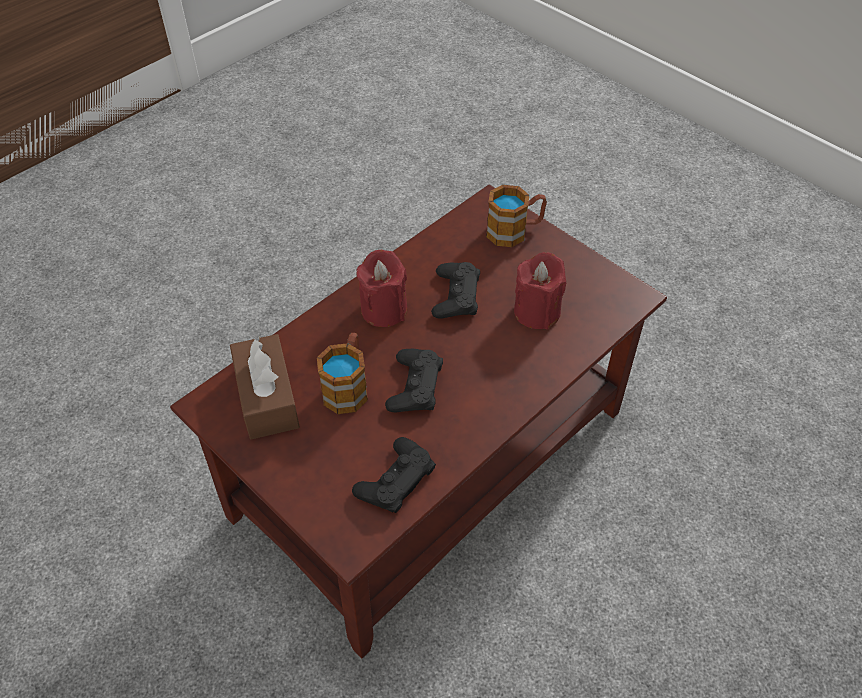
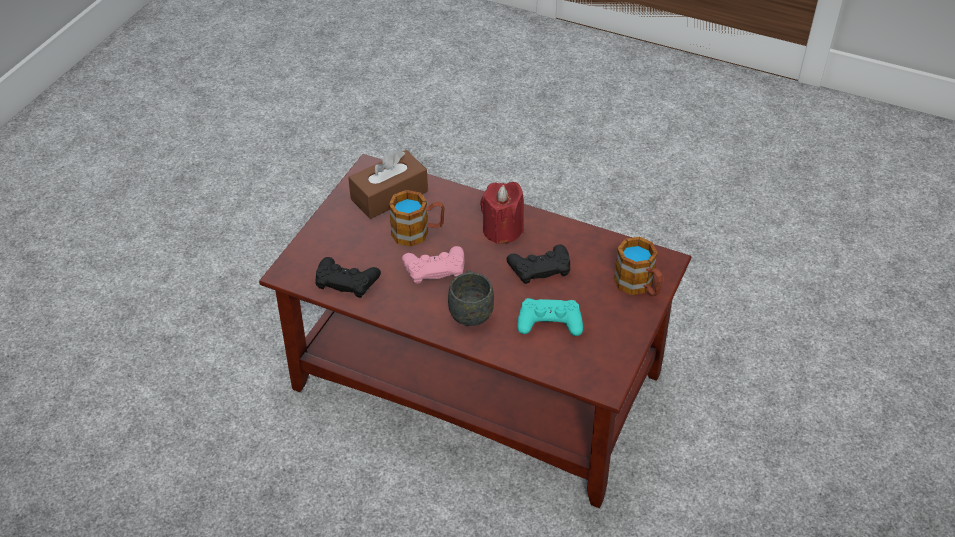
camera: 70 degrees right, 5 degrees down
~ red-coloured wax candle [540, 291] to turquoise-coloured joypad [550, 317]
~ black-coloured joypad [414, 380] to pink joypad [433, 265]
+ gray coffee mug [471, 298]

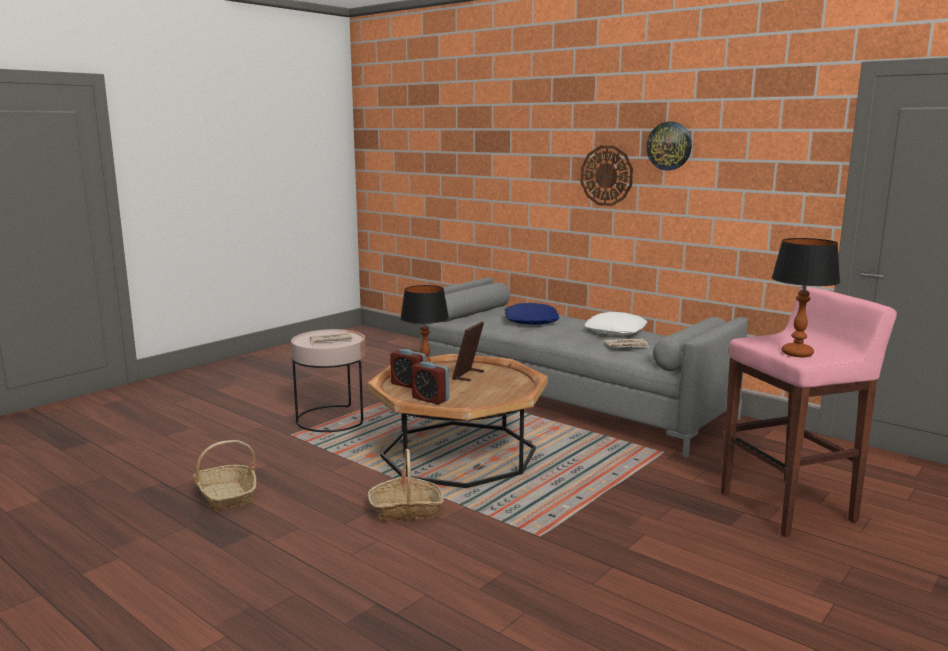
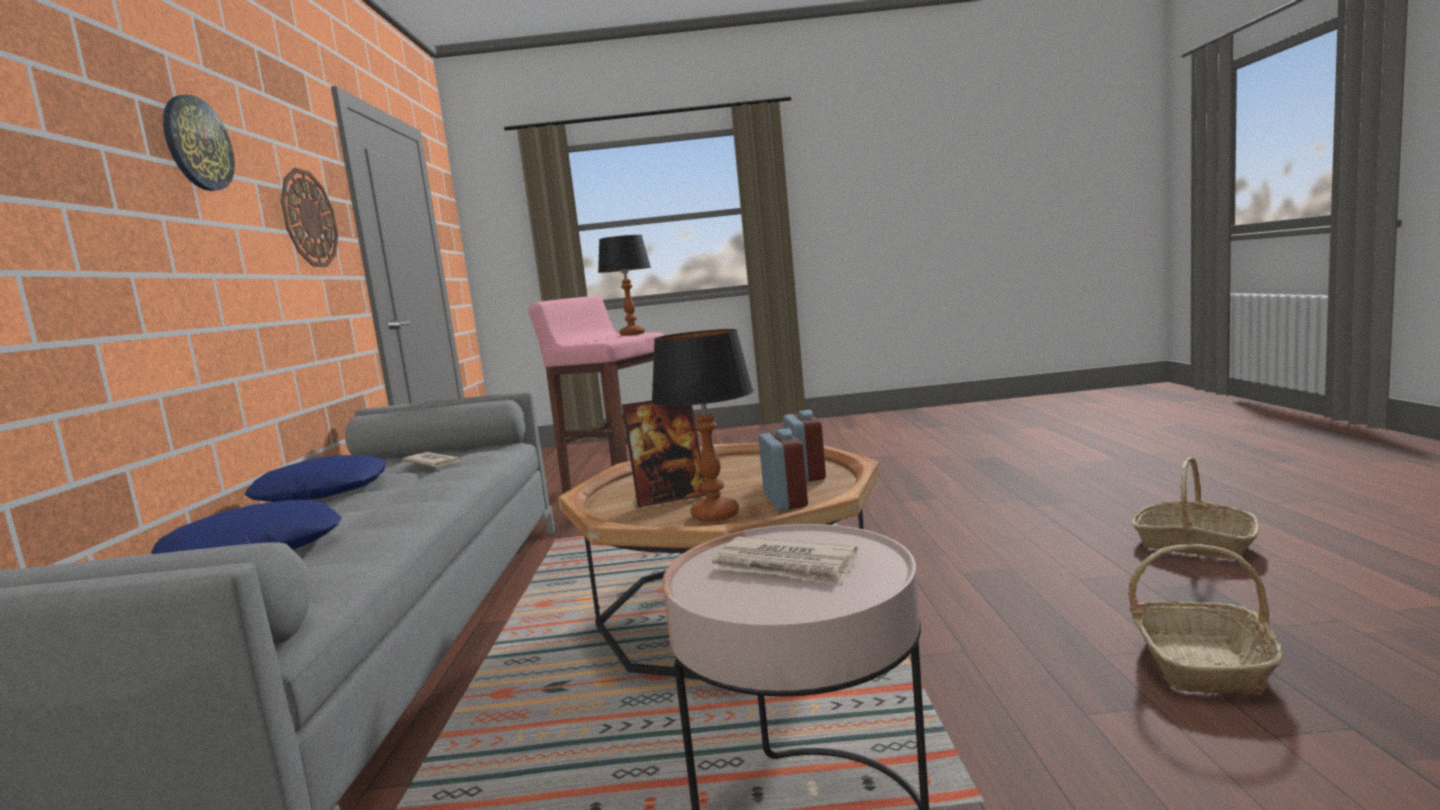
camera: 130 degrees left, 5 degrees down
~ wall clock [607, 176] to [309, 217]
~ white throw pillow [616, 323] to blue-coloured throw pillow [315, 478]
~ basket [406, 485] to [1195, 508]

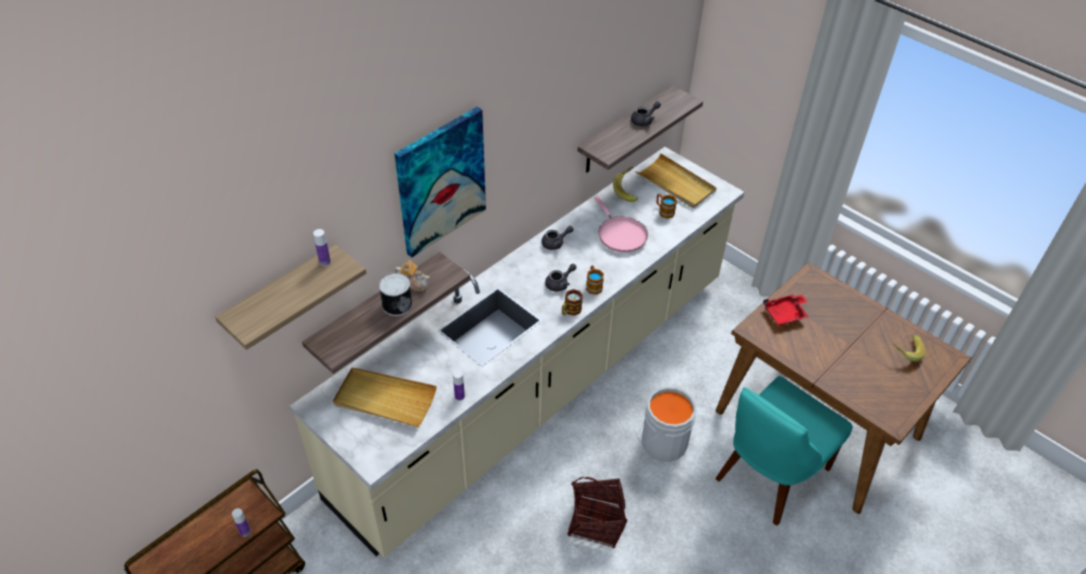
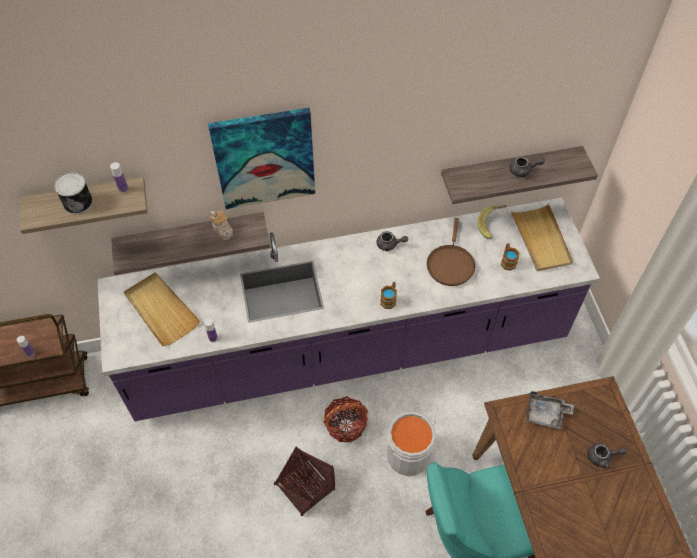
camera: 35 degrees right, 10 degrees up
~ beige kitchen base unit [517, 352] to purple-coloured kitchen base unit [348, 309]
~ pink skillet [621, 224] to brown skillet [451, 252]
~ gray tea pot [561, 278] to [607, 456]
~ sealed can [396, 294] to [73, 193]
- coffee mug [572, 302]
~ red-coloured serving tray [786, 310] to gray serving tray [550, 410]
- banana fruit [909, 348]
+ basket [345, 419]

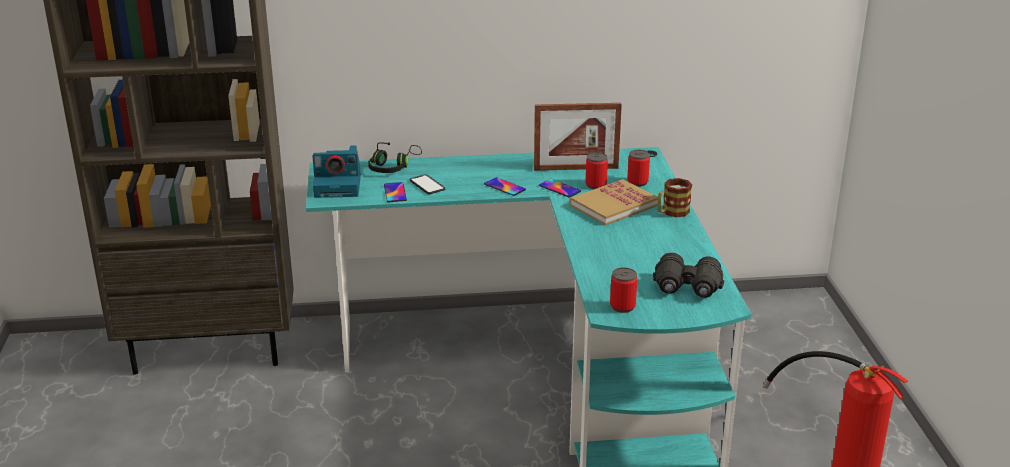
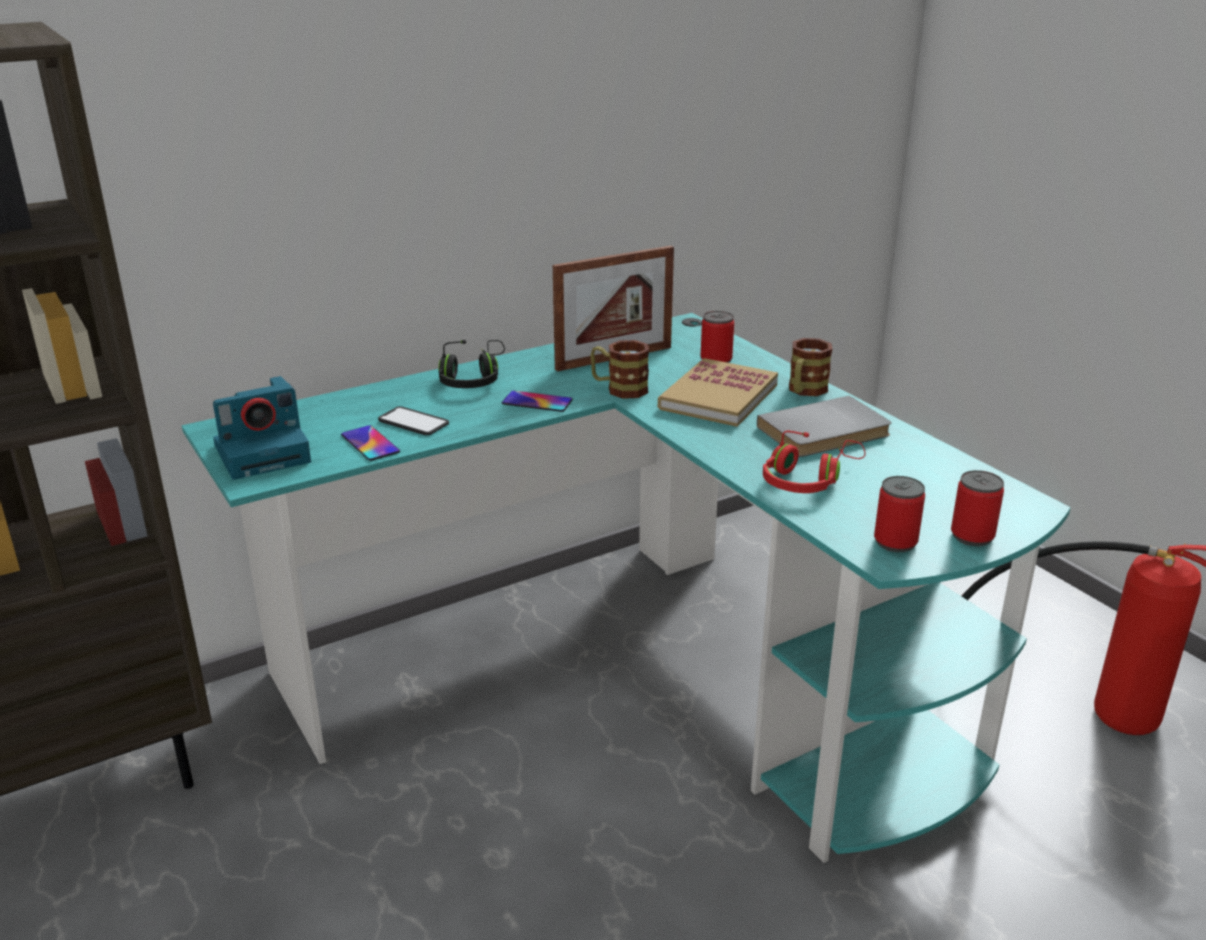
camera: 25 degrees left, 0 degrees up
~ black-coloured pair of headphones [395, 157] to [472, 364]
~ sealed can [597, 170] to [977, 508]
~ handset [560, 188] to coffee mug [620, 369]
- black-coloured binoculars [688, 275]
+ gray volume [824, 426]
+ red-coloured pair of headphones [814, 462]

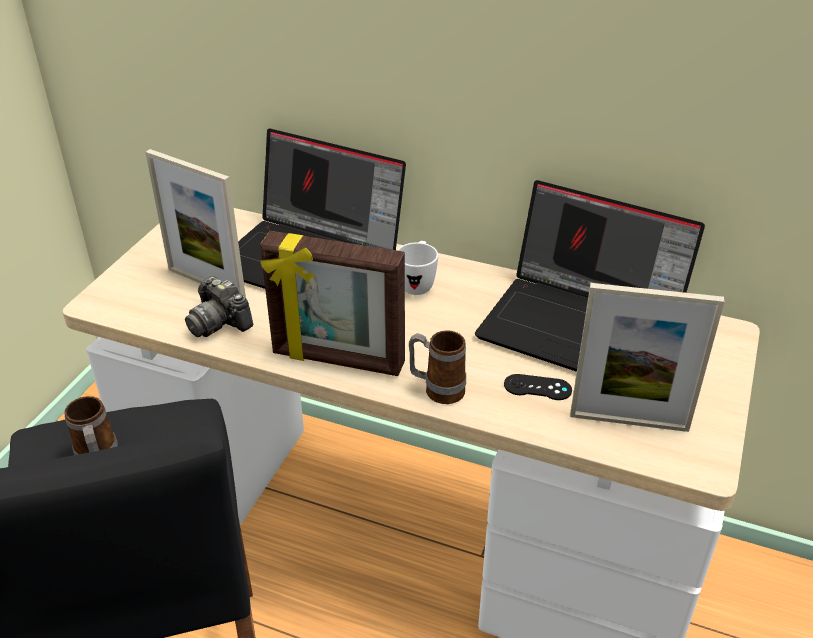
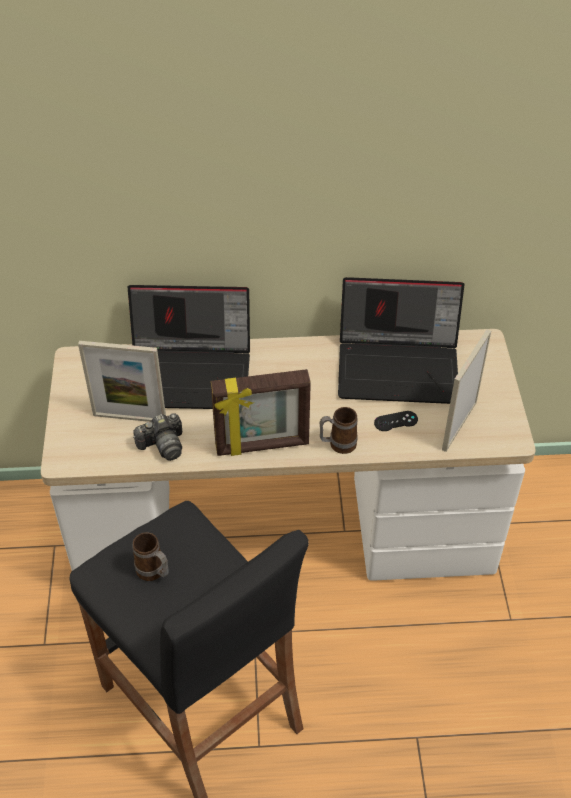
camera: 25 degrees left, 10 degrees up
- white coffee mug [417, 268]
~ still camera [219, 306] = [157, 437] 45 degrees counterclockwise
~ picture frame [647, 357] = [466, 390] 135 degrees clockwise

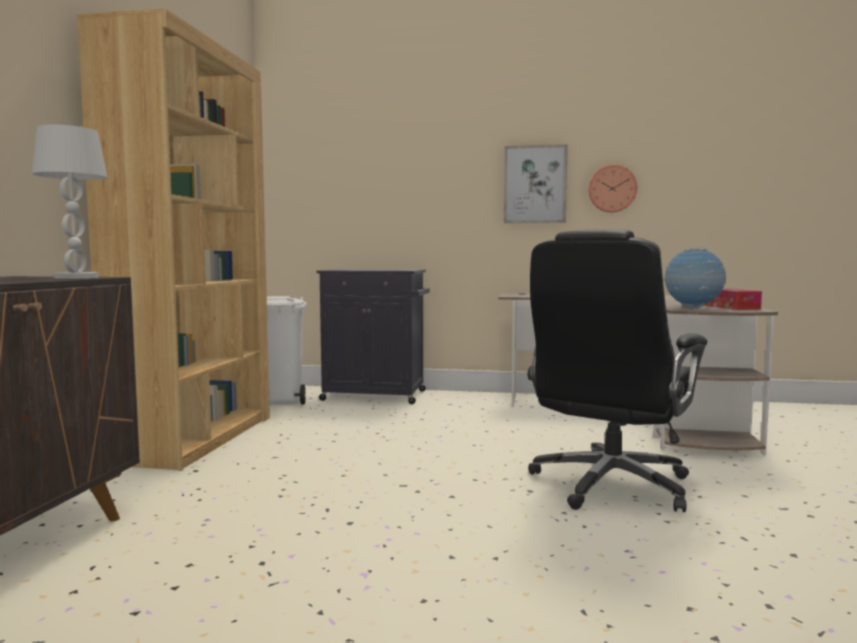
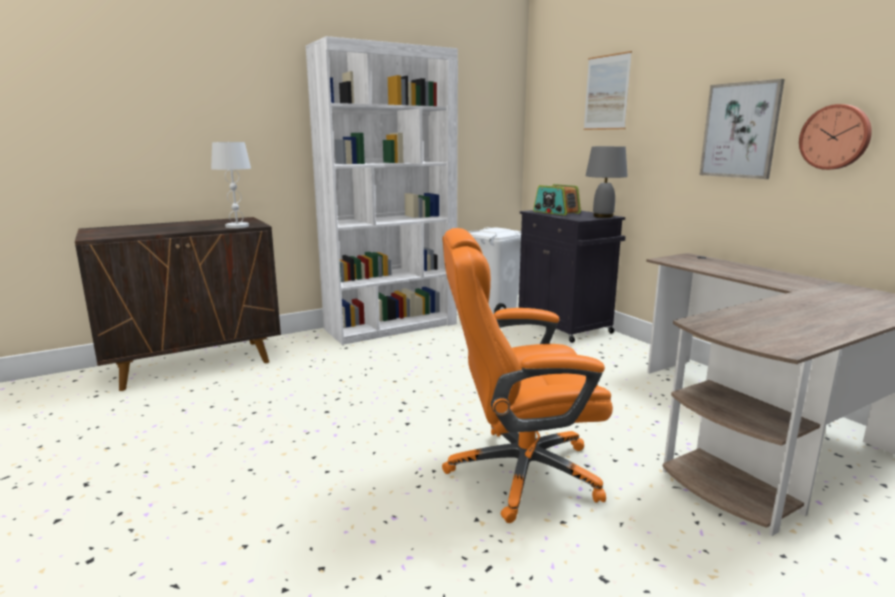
camera: 50 degrees right, 10 degrees up
~ brown shelving unit [173, 239] to white shelving unit [382, 190]
~ black-coloured office chair [617, 370] to orangey office chair [527, 375]
- world globe [694, 278]
- tissue box [733, 299]
+ wall picture [608, 90]
+ gray tabletop lamp [606, 182]
+ radio [557, 199]

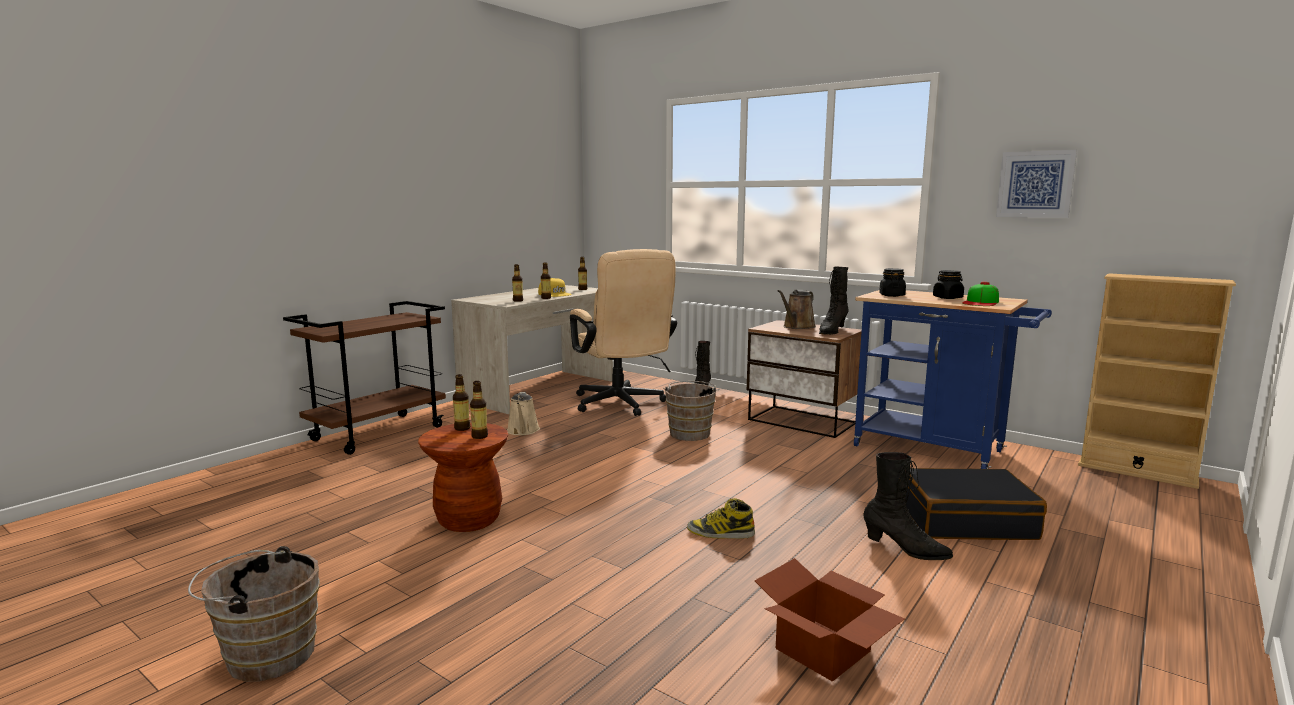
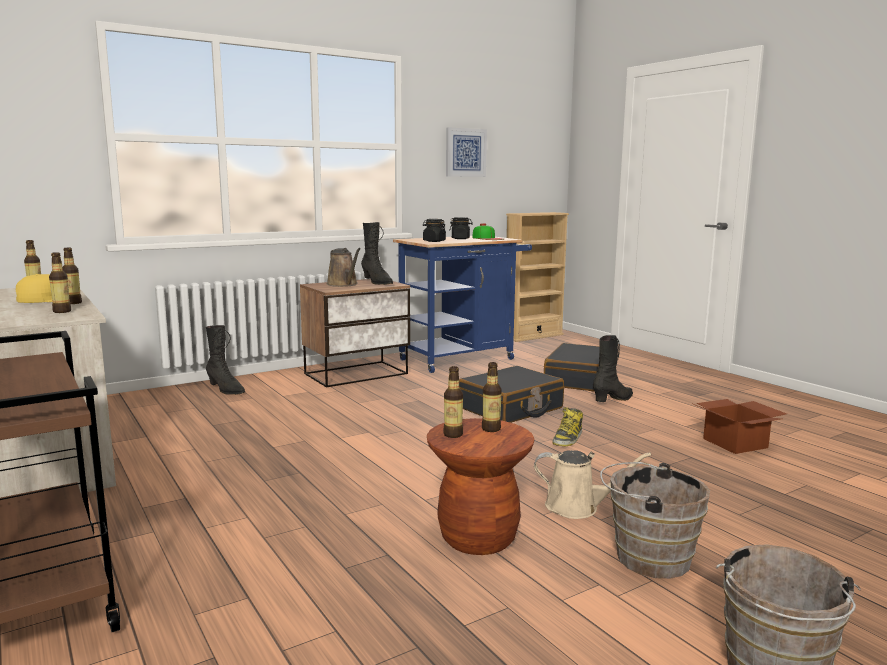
camera: 70 degrees left, 0 degrees up
- beige office chair [623, 332]
~ brown water bucket [691, 411] to [655, 520]
~ beige sprinkling can [523, 413] to [592, 484]
+ black-coloured piece of luggage [511, 394]

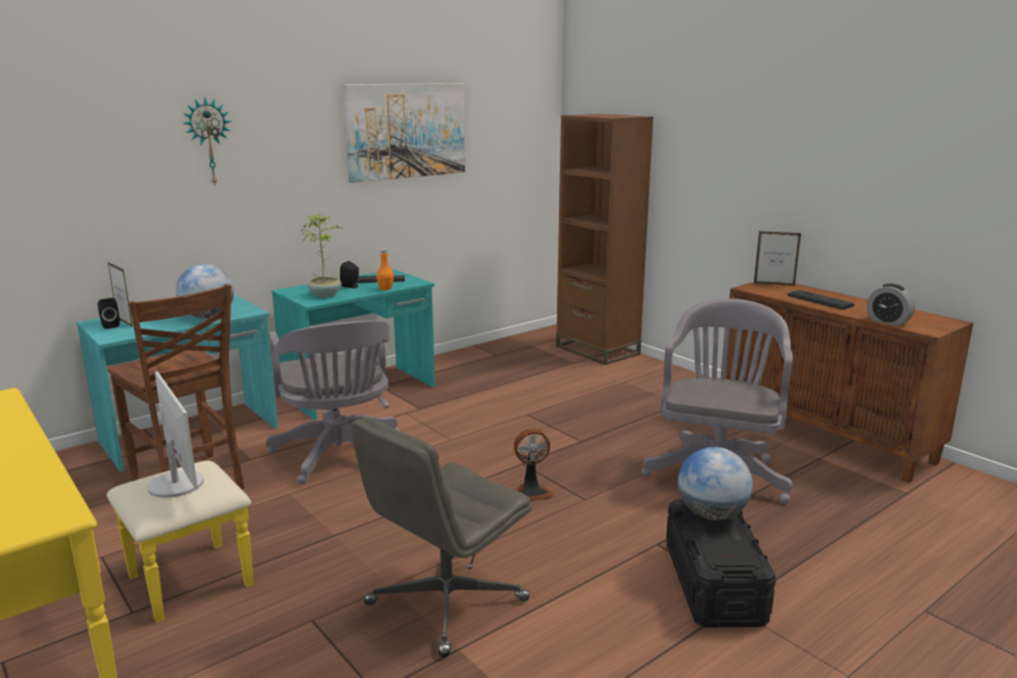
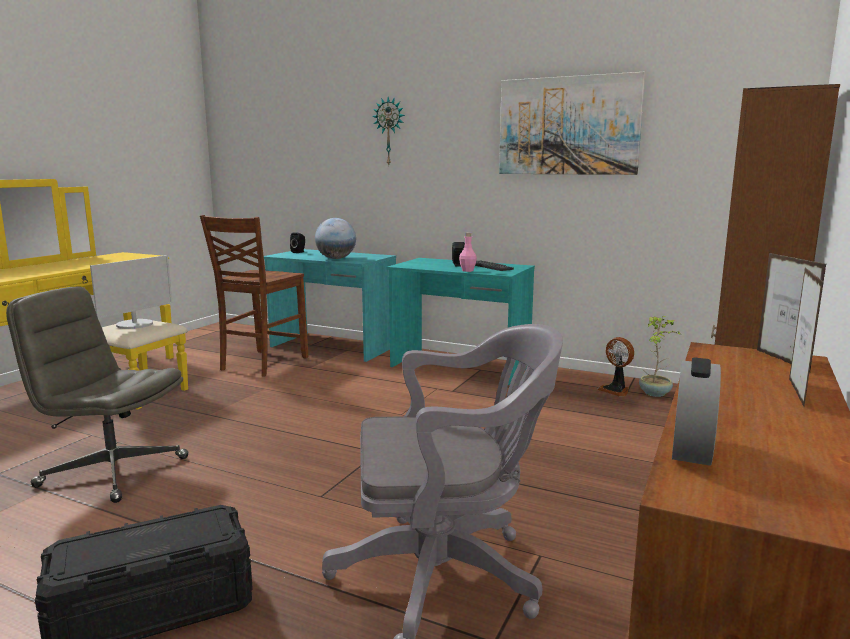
camera: 65 degrees right, 5 degrees down
~ potted plant [322, 255] to [660, 356]
~ orangey drink bottle [385, 269] to pink drink bottle [468, 252]
~ picture frame [120, 294] to [806, 337]
- PC keyboard [821, 300]
- gray office chair [333, 402]
~ fan [534, 464] to [615, 367]
- world globe [715, 483]

